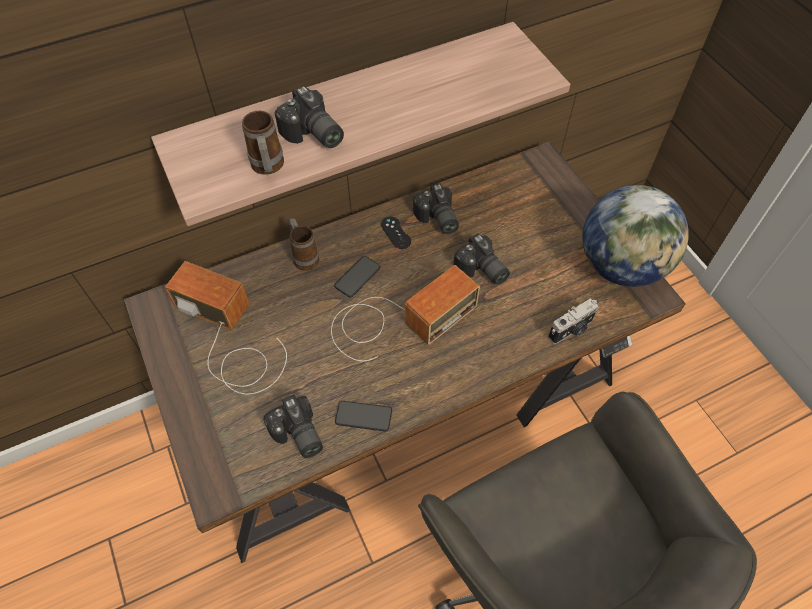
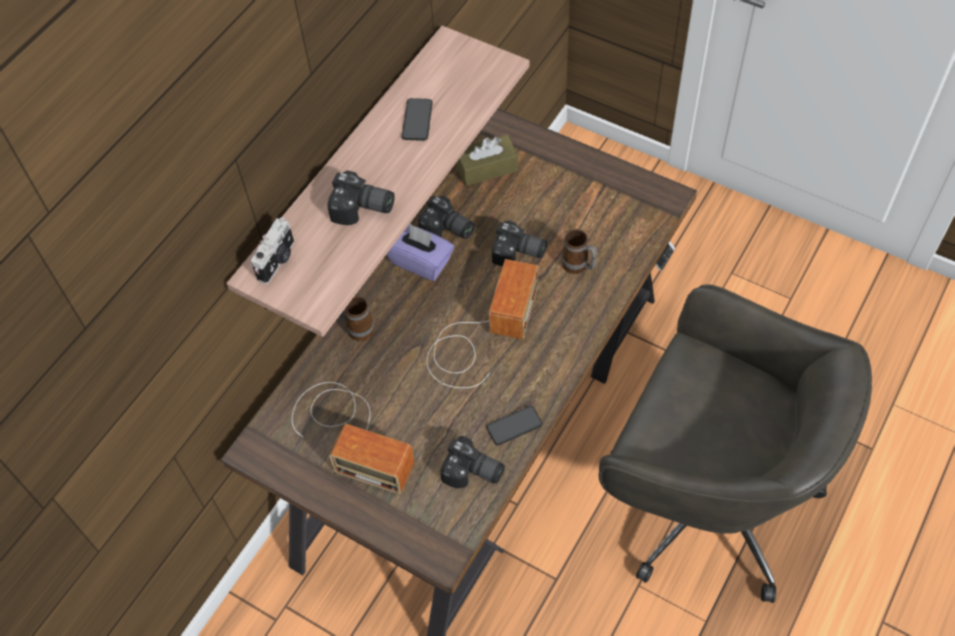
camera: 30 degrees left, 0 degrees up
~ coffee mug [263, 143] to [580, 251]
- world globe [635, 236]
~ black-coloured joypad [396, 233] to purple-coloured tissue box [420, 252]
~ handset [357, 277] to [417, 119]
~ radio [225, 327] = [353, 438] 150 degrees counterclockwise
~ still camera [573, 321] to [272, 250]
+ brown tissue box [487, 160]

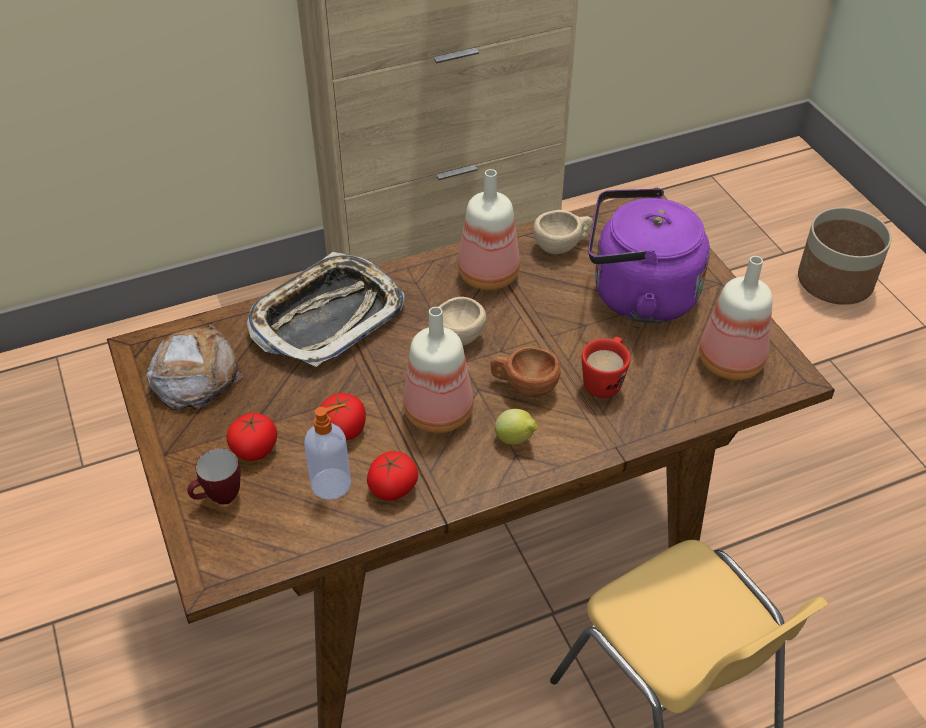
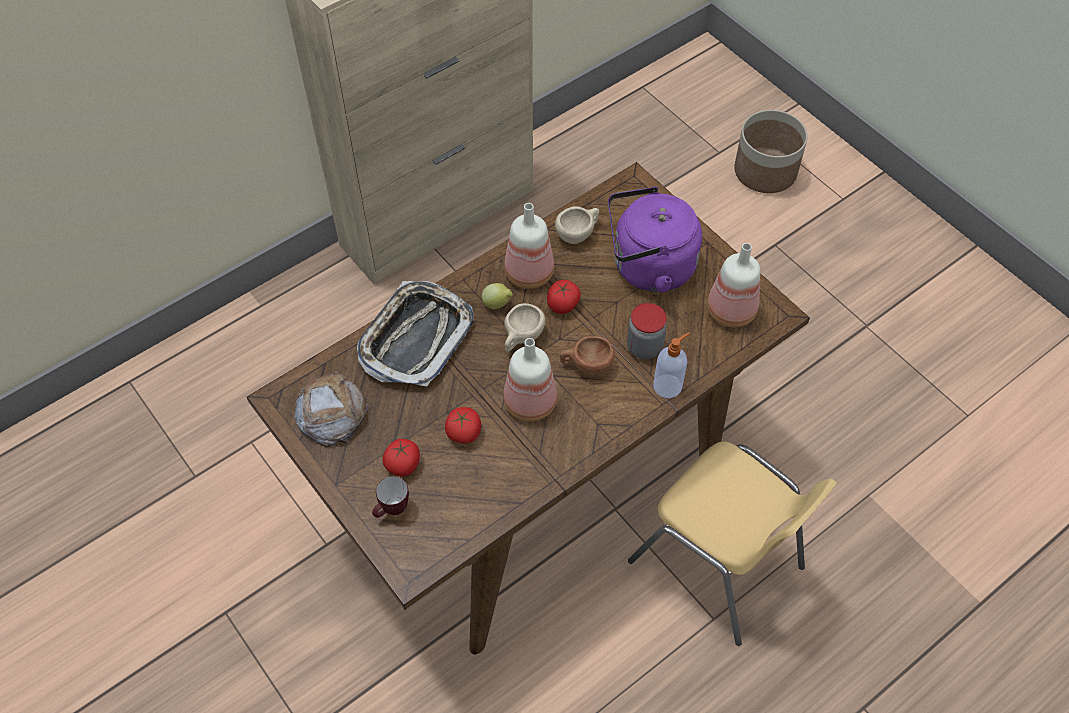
camera: 15 degrees left, 10 degrees up
~ red-coloured coffee mug [606, 367] to jar [647, 331]
~ soap dispenser [327, 452] to [671, 365]
~ whole lemon [516, 427] to [497, 296]
~ fresh tomato [392, 475] to [564, 297]

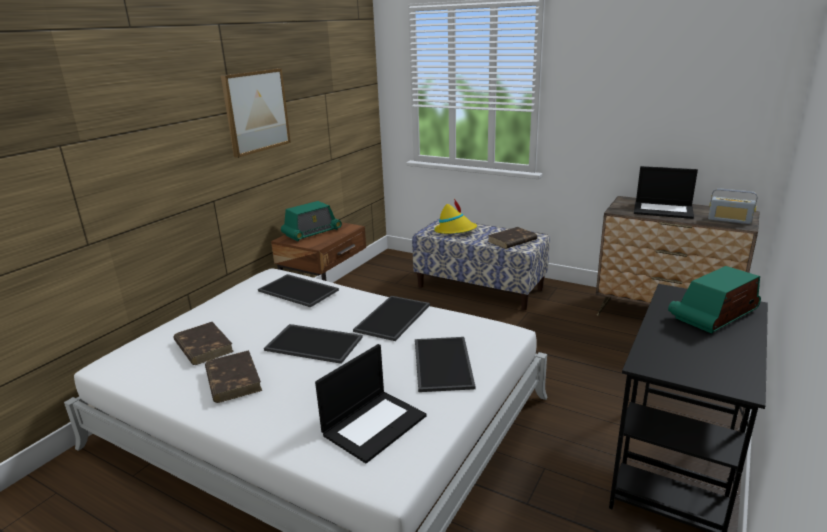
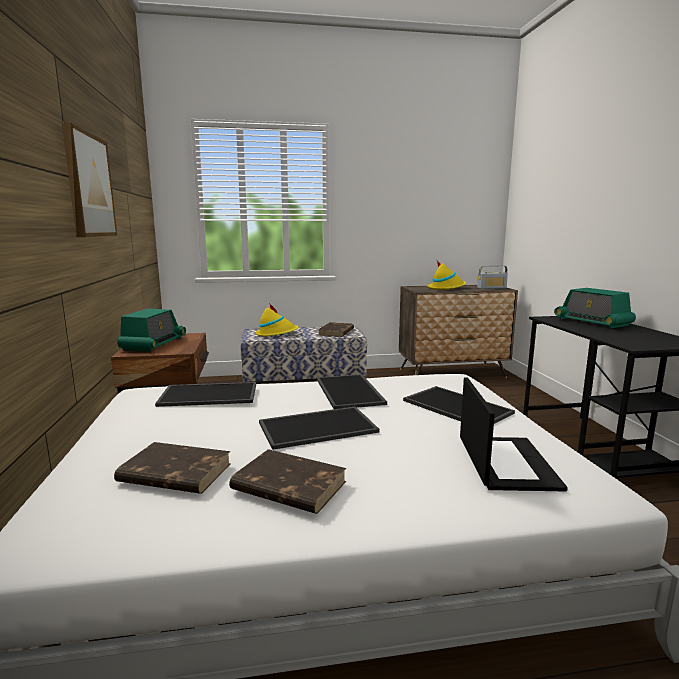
camera: 40 degrees left, 10 degrees down
~ portable computer [666, 192] to yellow clothing hat [446, 275]
~ radio [714, 300] = [595, 308] 45 degrees counterclockwise

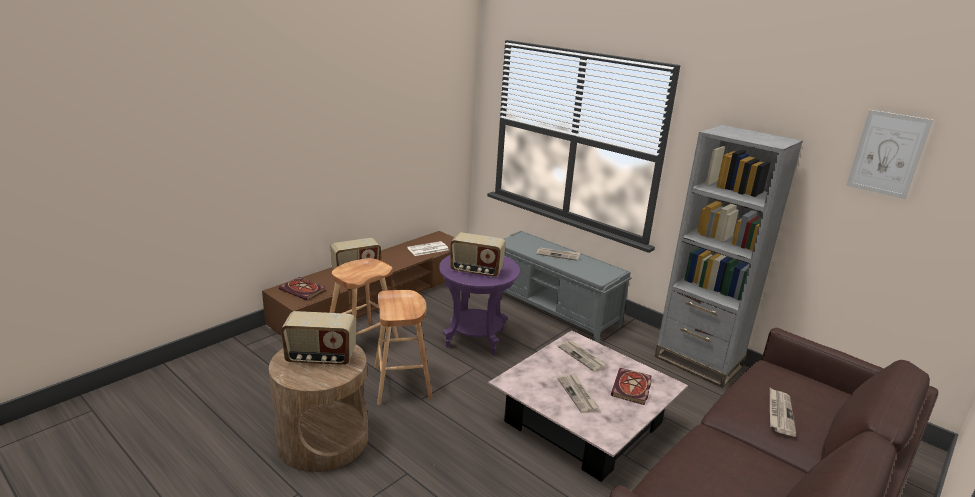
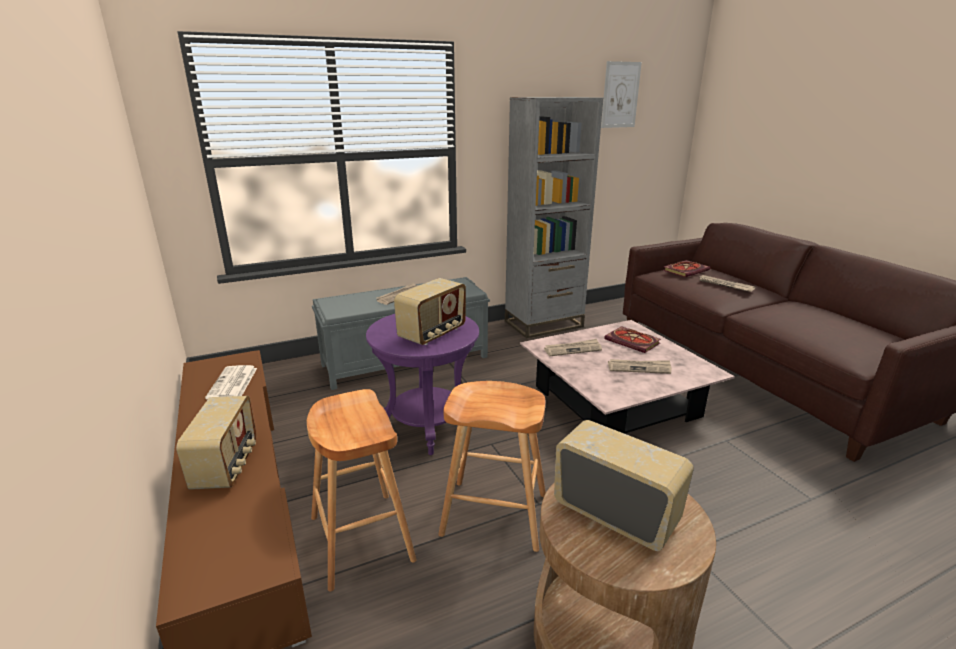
camera: 65 degrees left, 0 degrees up
~ volume [302, 288] to [686, 268]
~ radio [318, 338] = [624, 485] 75 degrees counterclockwise

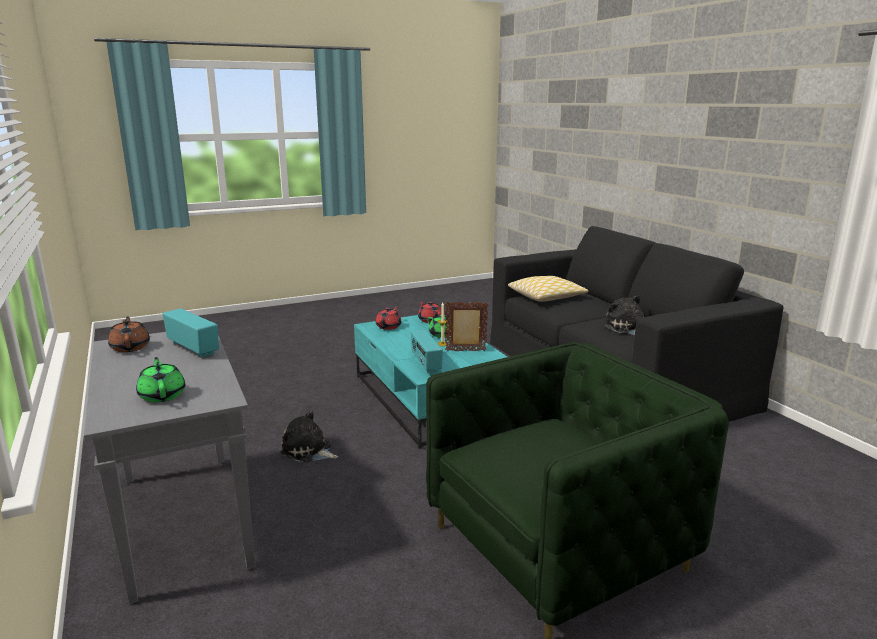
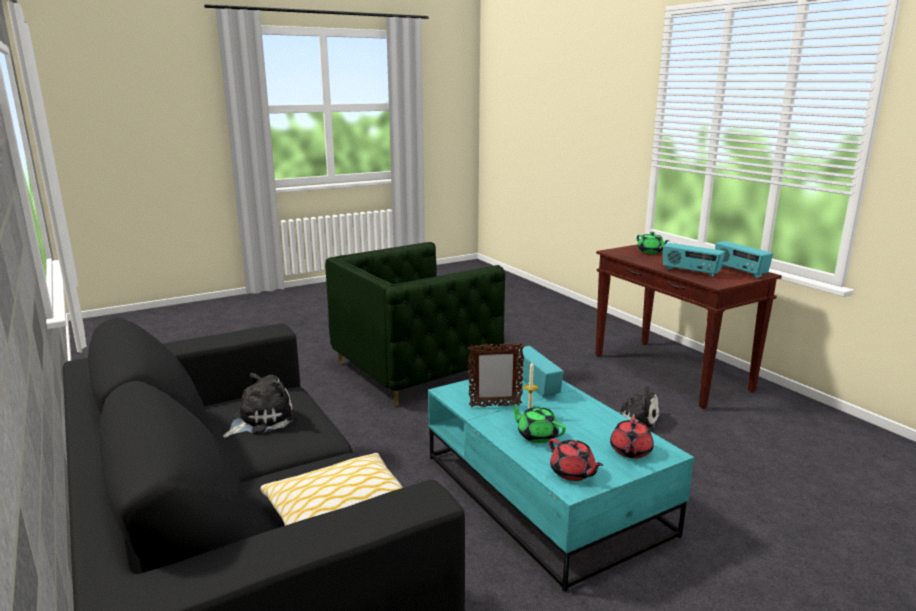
camera: 175 degrees right, 0 degrees up
~ cuddly toy [624, 315] = [260, 405] 105 degrees counterclockwise
~ brown tea pot [129, 334] to radio [744, 259]
~ gray hall table [169, 468] to brown hall table [689, 326]

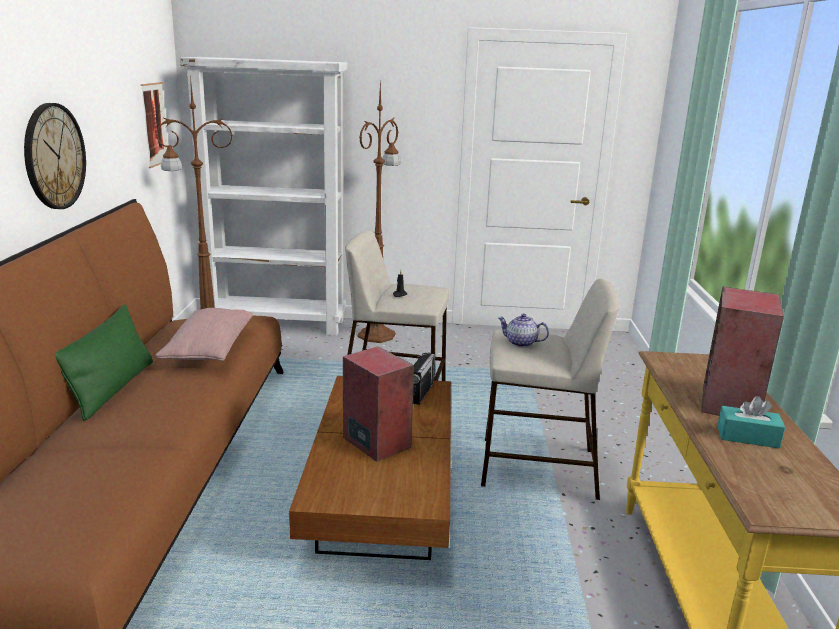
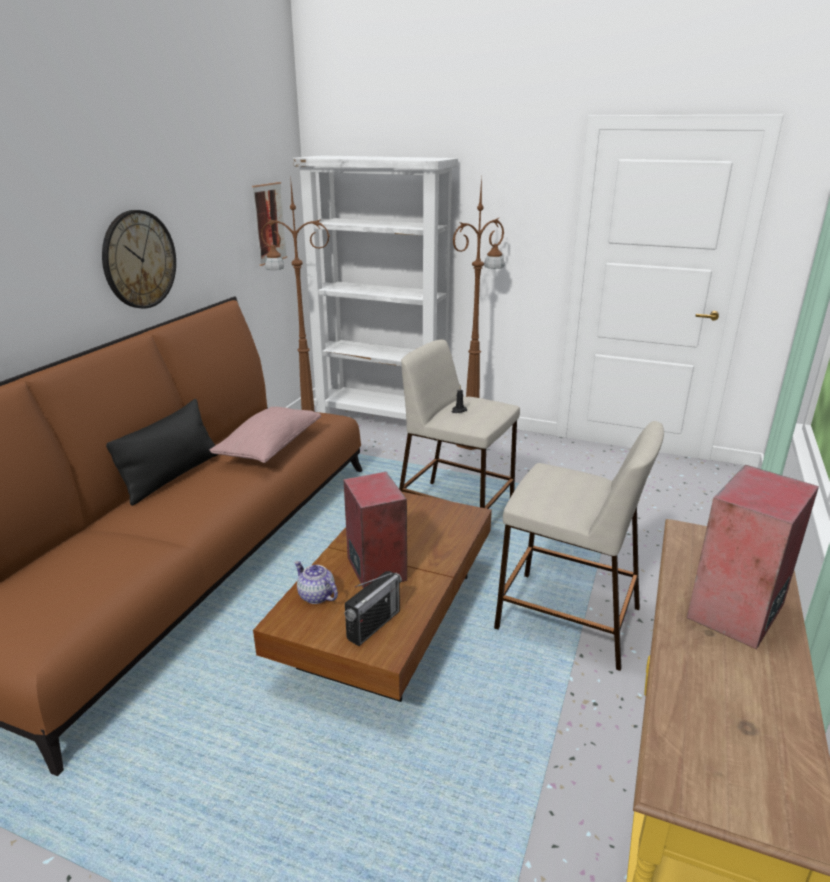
camera: 20 degrees right, 5 degrees up
~ green throw pillow [104, 362] to black-coloured throw pillow [162, 452]
~ tea pot [523, 330] to [316, 582]
~ radio [424, 378] to [373, 608]
- turquoise-coloured tissue box [751, 422]

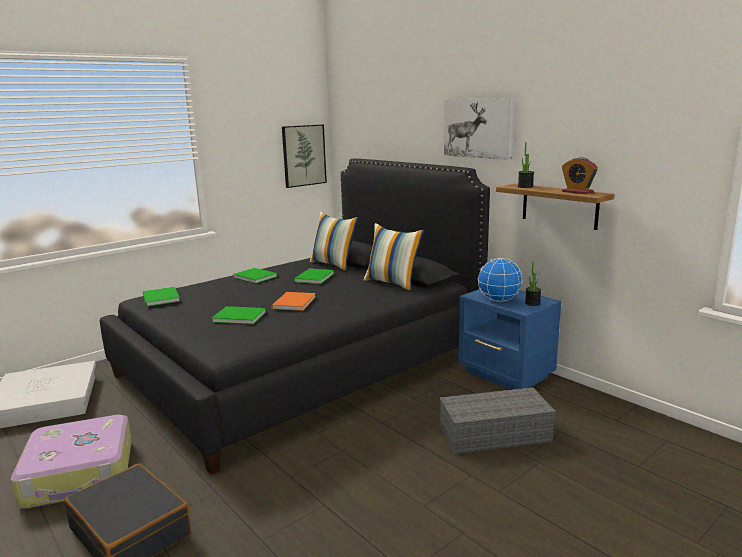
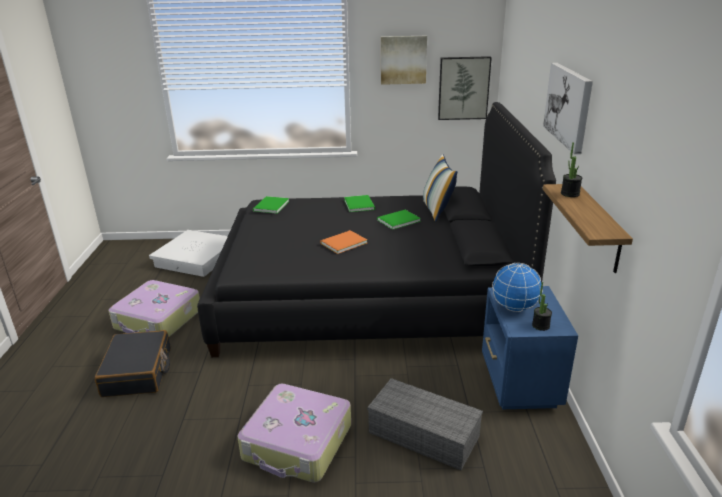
camera: 40 degrees right, 10 degrees up
- table clock [580, 175]
- throw pillow [394, 257]
- green volume [239, 315]
+ wall picture [404, 60]
+ piece of luggage [294, 433]

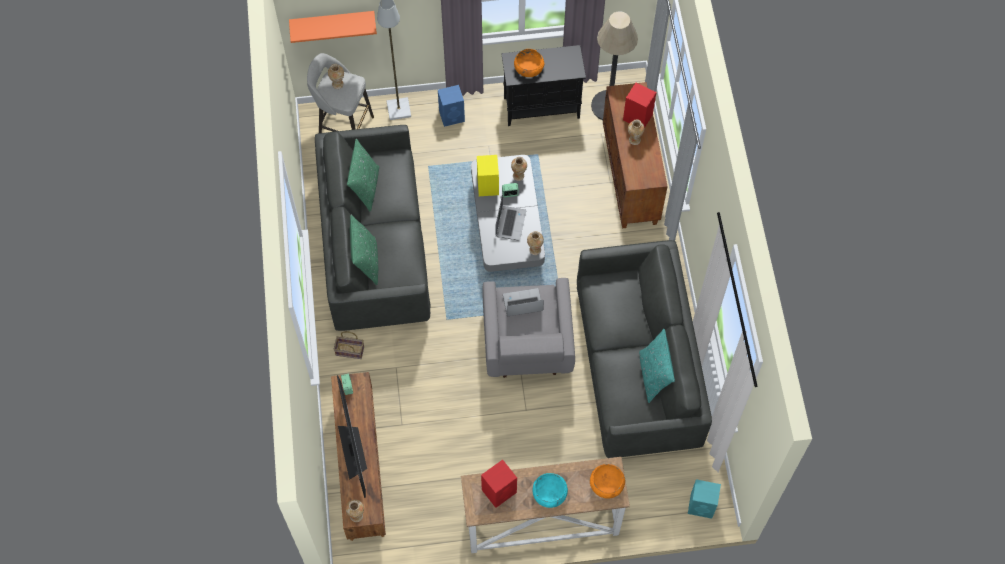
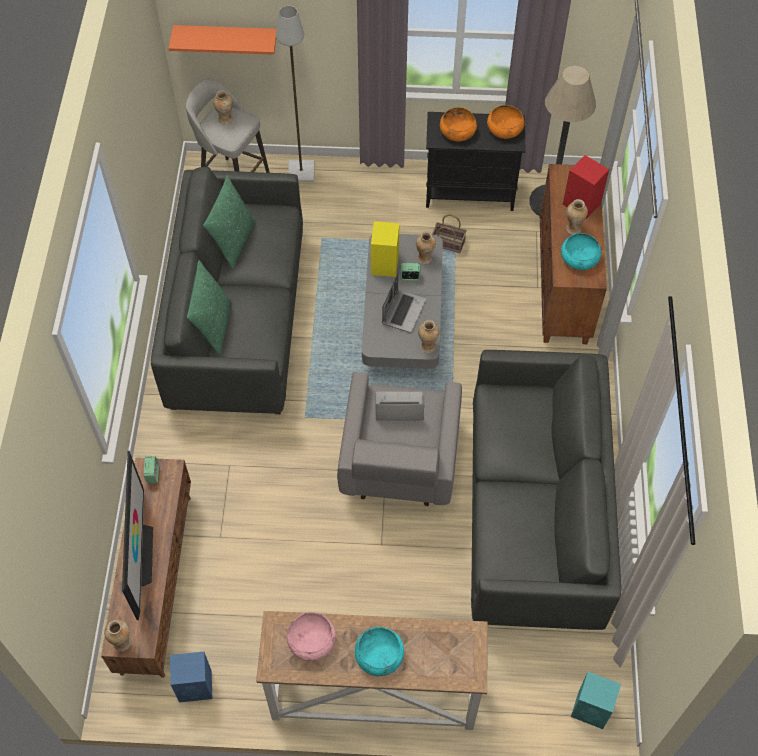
camera: 10 degrees right, 5 degrees down
~ blue-coloured audio speaker [451, 106] to [191, 677]
- turquoise-coloured throw pillow [657, 366]
~ basket [349, 345] to [449, 233]
~ red-coloured audio speaker [499, 484] to pink bowl [311, 636]
~ orangey bowl [607, 481] to [505, 122]
+ turquoise-coloured bowl [581, 251]

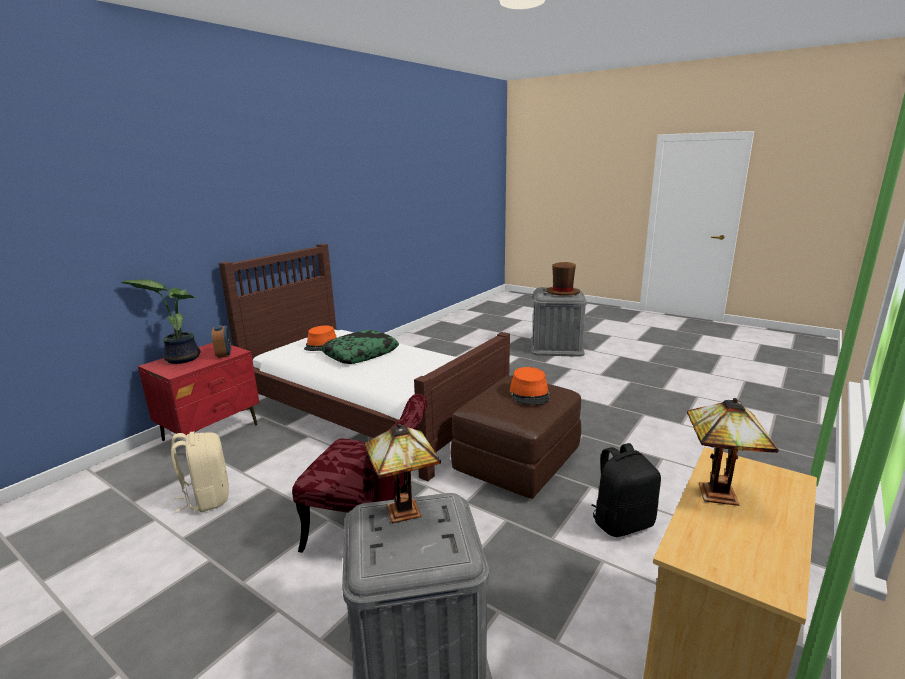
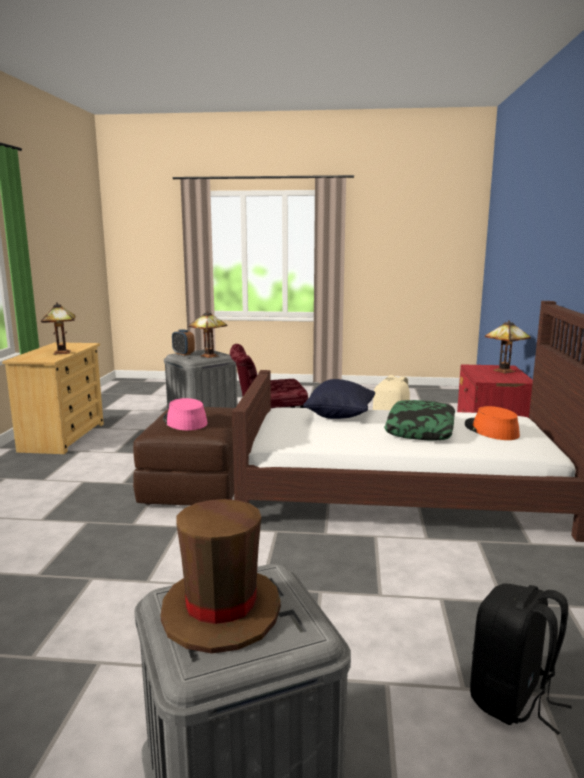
camera: 150 degrees right, 5 degrees down
~ potted plant [160, 321] to tabletop lamp [508, 346]
~ table clock [221, 341] to [183, 342]
~ orangey clothing hat [530, 385] to pink clothing hat [185, 414]
~ black-coloured knapsack [626, 490] to [521, 659]
+ black-coloured throw pillow [339, 399]

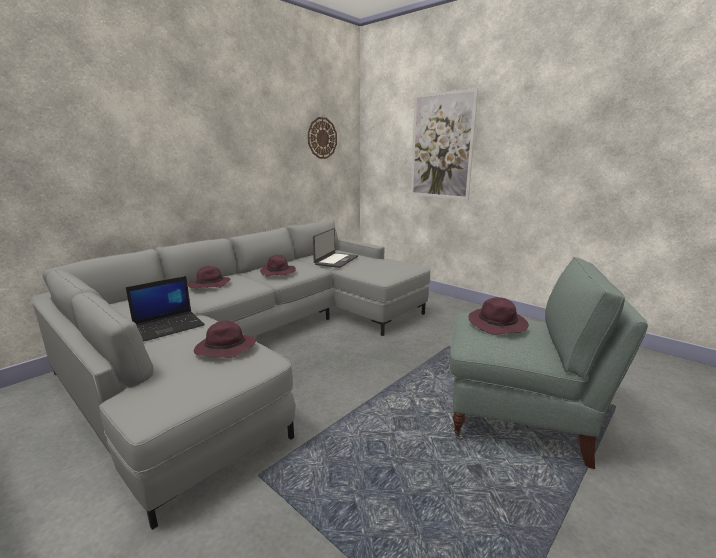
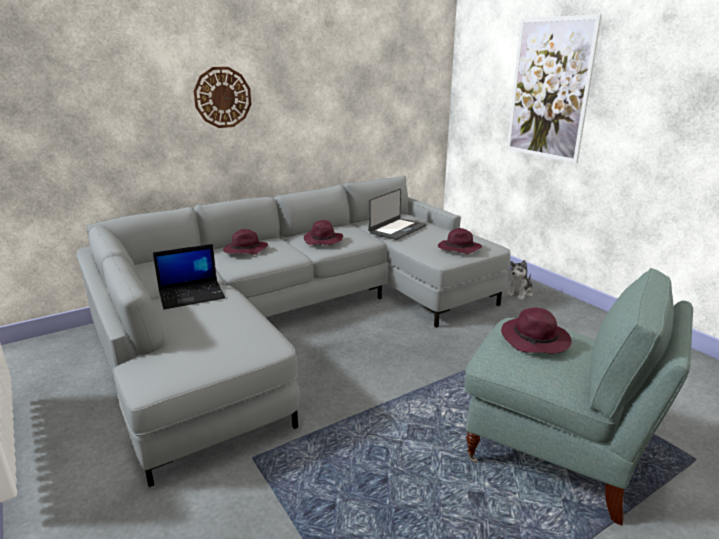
camera: 15 degrees right, 5 degrees up
~ wall clock [322, 138] to [222, 97]
~ purple-coloured clothing hat [225, 339] to [460, 241]
+ cuddly toy [519, 280]

